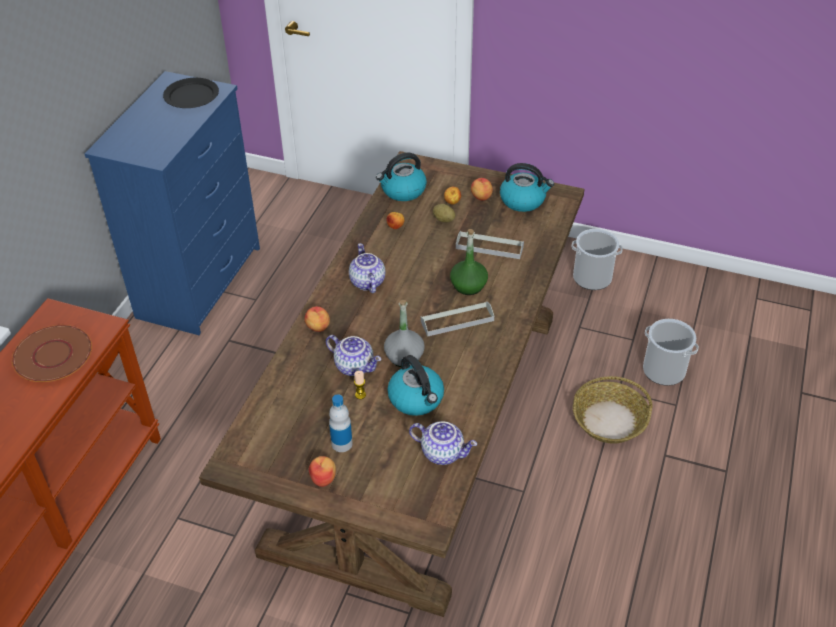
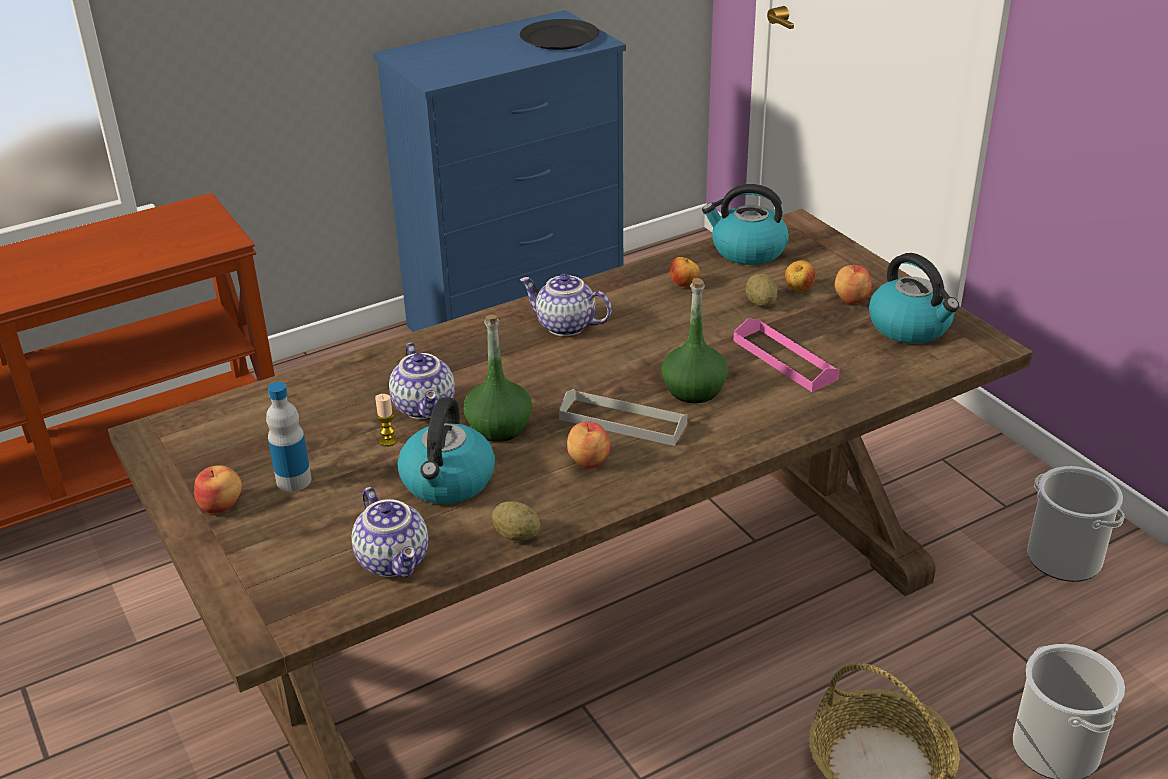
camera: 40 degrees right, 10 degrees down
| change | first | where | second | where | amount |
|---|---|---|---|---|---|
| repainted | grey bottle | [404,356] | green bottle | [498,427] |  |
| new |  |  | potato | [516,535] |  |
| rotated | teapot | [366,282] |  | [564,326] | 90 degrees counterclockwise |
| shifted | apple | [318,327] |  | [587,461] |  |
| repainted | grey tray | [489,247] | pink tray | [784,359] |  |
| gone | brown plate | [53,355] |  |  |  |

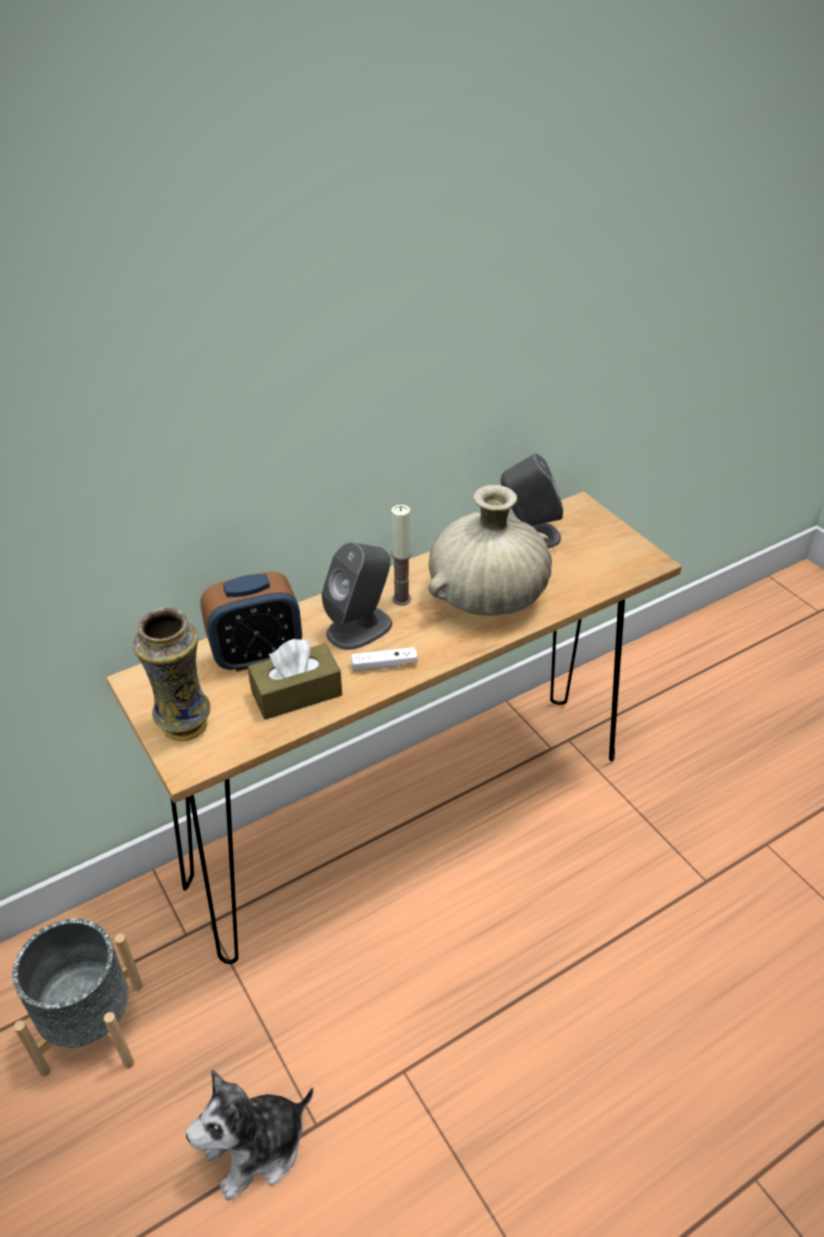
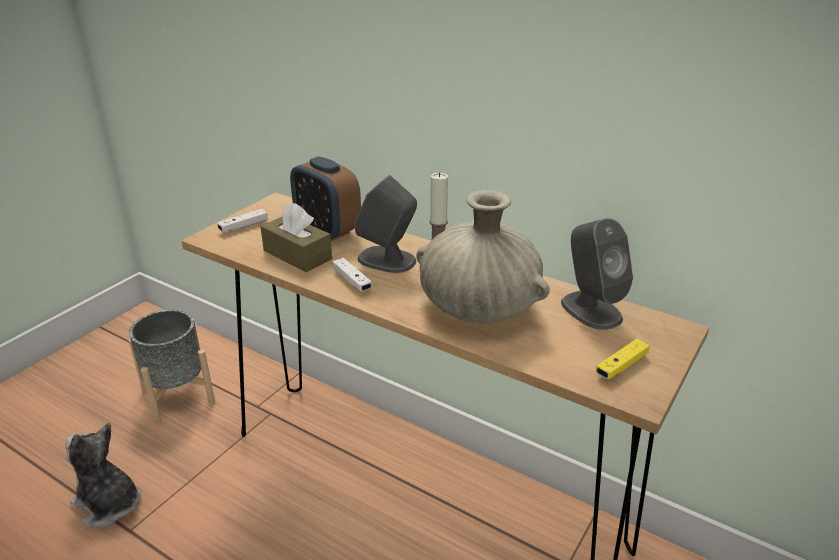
camera: 65 degrees right, 10 degrees down
| change | first | where | second | where | amount |
|---|---|---|---|---|---|
| swapped | vase | [184,725] | white game controller | [244,226] |  |
| new |  |  | yellow game controller | [621,366] |  |

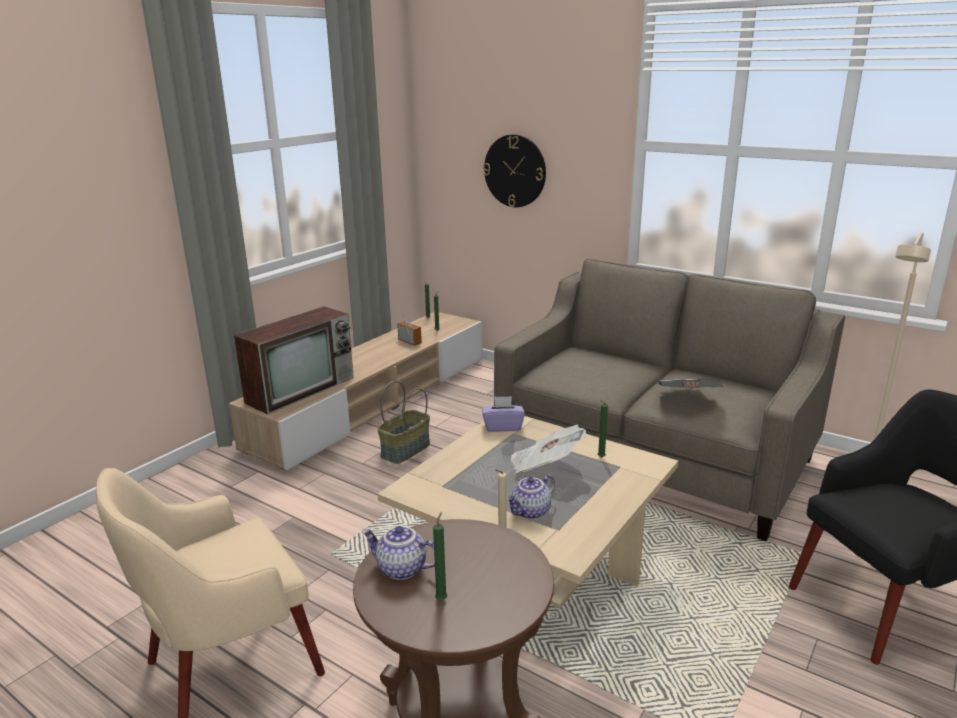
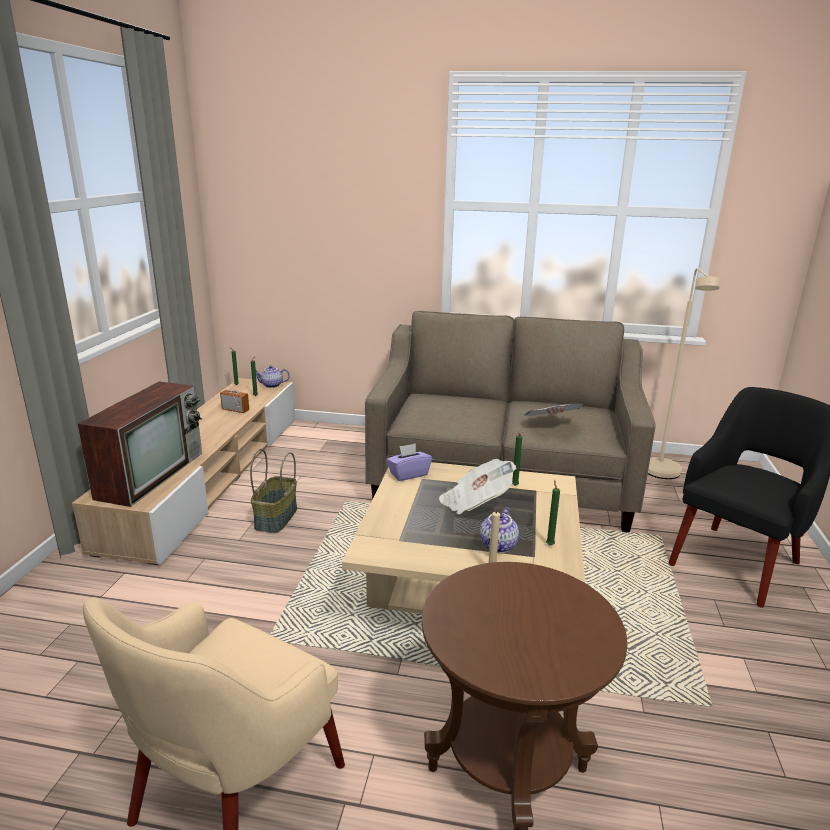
camera: 25 degrees left, 0 degrees up
| change | first | where | second | where | amount |
|---|---|---|---|---|---|
| shifted | teapot | [400,569] |  | [271,385] |  |
| shifted | green candle | [442,598] |  | [549,544] |  |
| gone | wall clock | [515,171] |  |  |  |

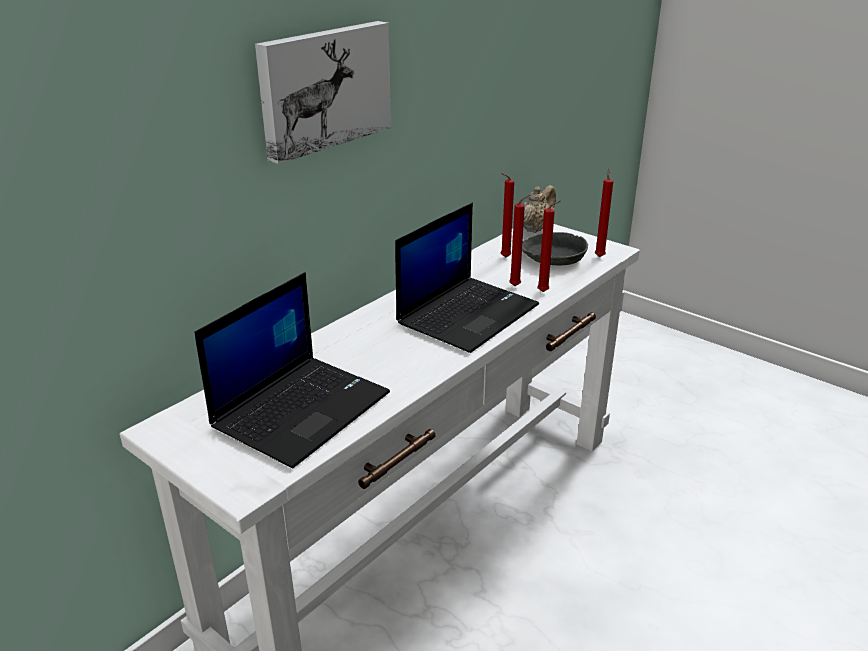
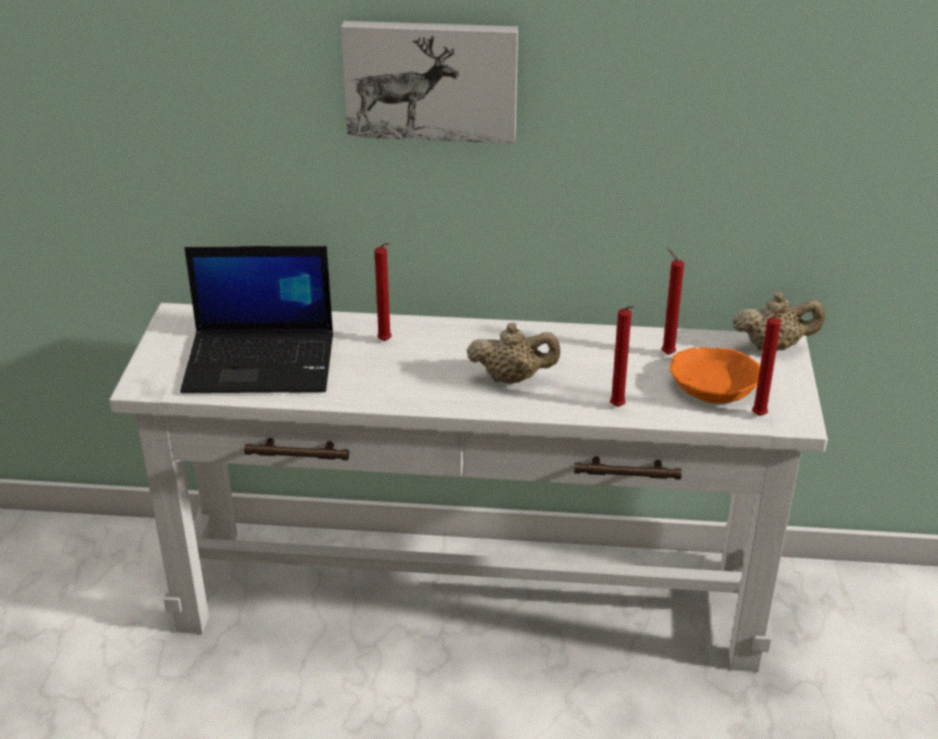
camera: 55 degrees right, 5 degrees up
| change | first | where | second | where | amount |
|---|---|---|---|---|---|
| shifted | red candle | [517,286] |  | [386,342] |  |
| swapped | laptop | [468,313] | beige teapot | [512,378] |  |
| repainted | grey bowl | [552,256] | orange bowl | [713,383] |  |

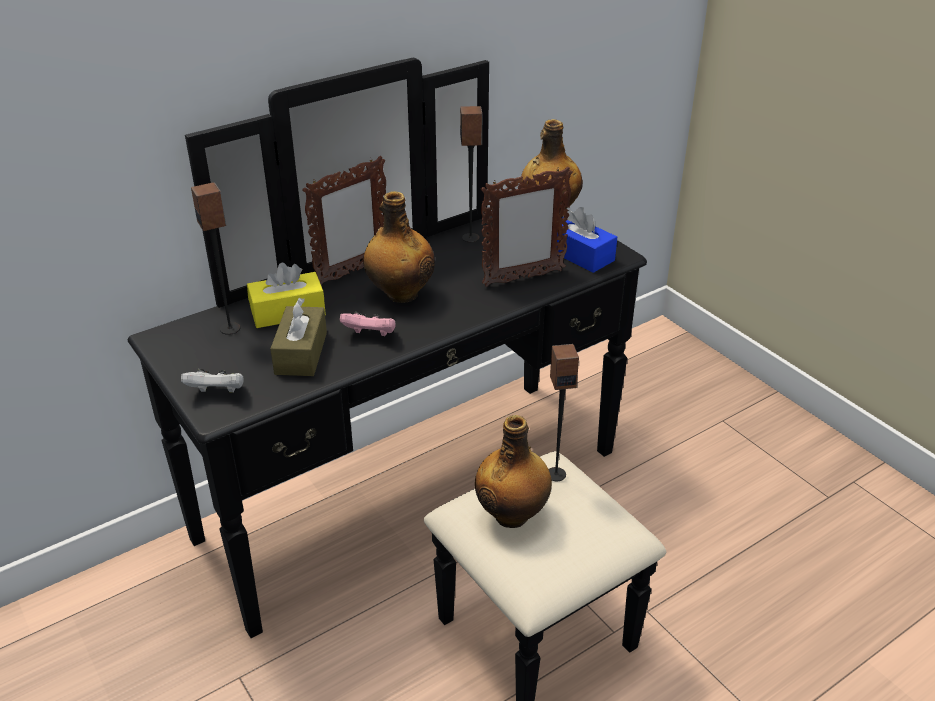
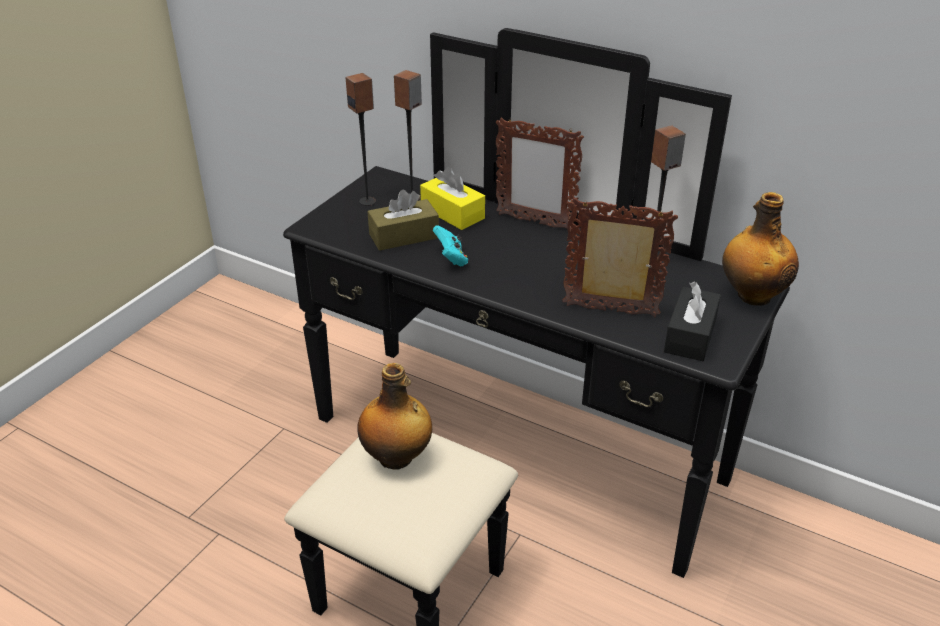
camera: 65 degrees right, 0 degrees up
| change | first | where | second | where | amount |
|---|---|---|---|---|---|
| shifted | speaker | [556,474] |  | [368,201] |  |
| repainted | pink game controller | [370,335] | turquoise game controller | [451,258] |  |
| rotated | picture frame | [523,278] |  | [611,311] | 150 degrees clockwise |
| repainted | blue tissue box | [579,255] | black tissue box | [690,335] |  |
| gone | white game controller | [217,393] |  |  |  |
| gone | bottle | [400,294] |  |  |  |

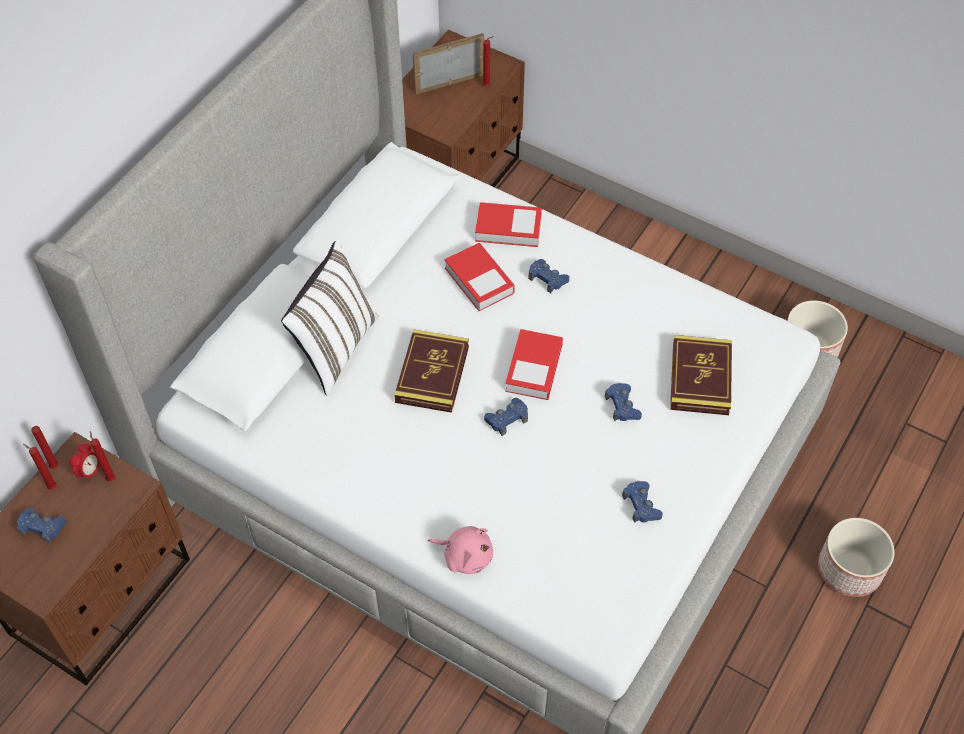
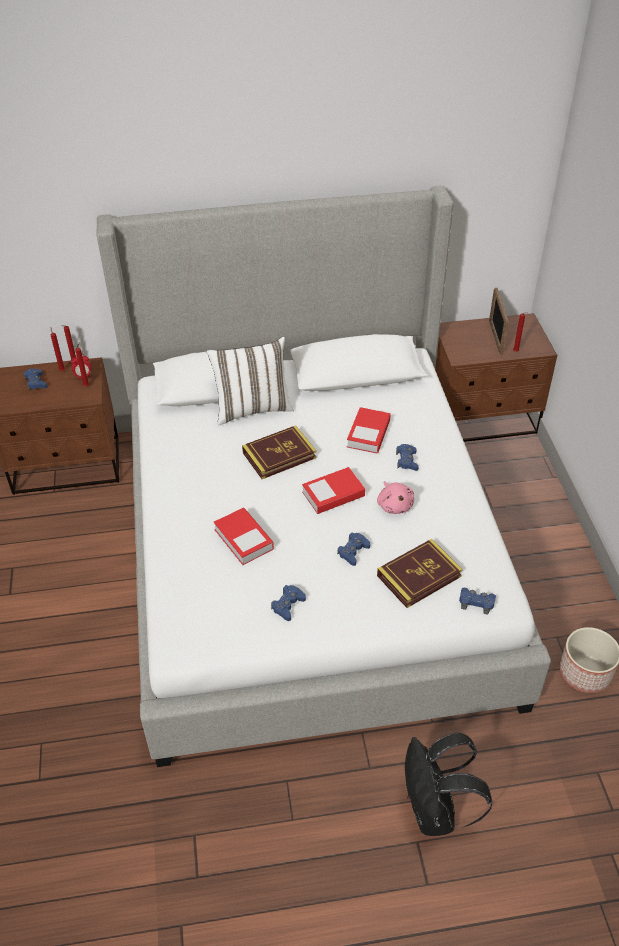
camera: 50 degrees right, 10 degrees down
| change | first | where | second | where | amount |
|---|---|---|---|---|---|
| shifted | book | [508,228] |  | [243,539] |  |
| shifted | pink plush toy | [465,556] |  | [394,505] |  |
| swapped | planter | [850,569] | black backpack | [435,812] |  |
| shifted | blue game controller | [507,419] |  | [476,602] |  |
| rotated | picture frame | [449,83] |  | [495,337] | 120 degrees counterclockwise |

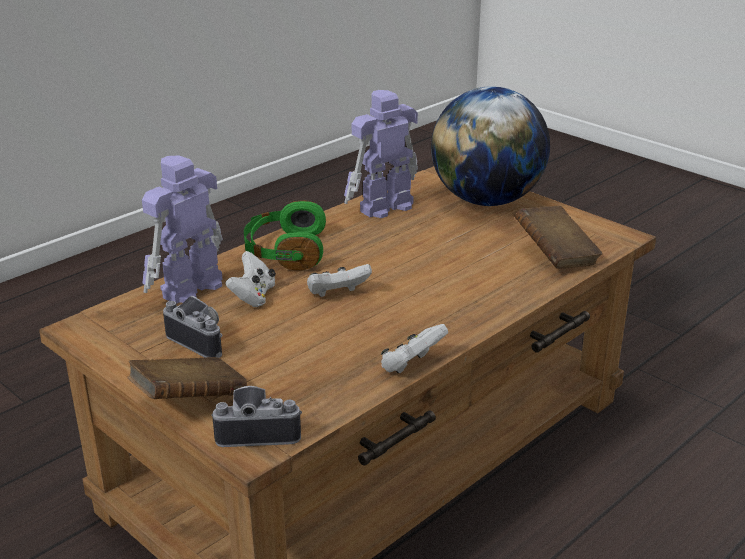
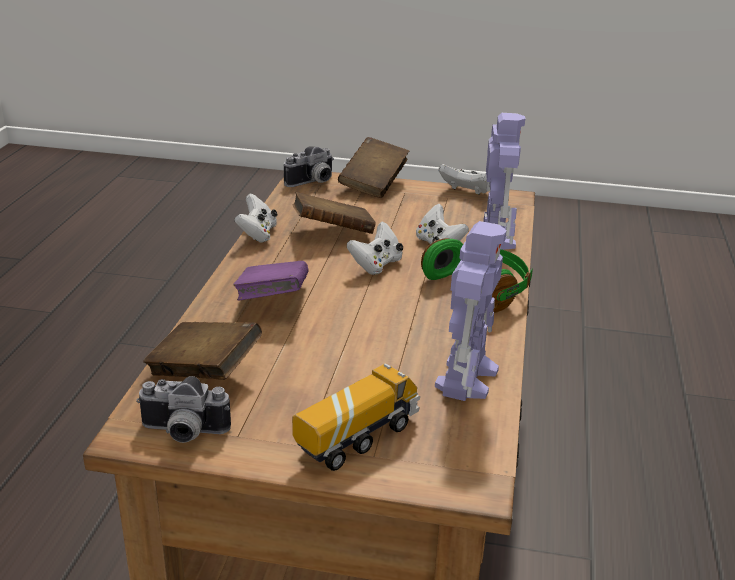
camera: 145 degrees right, 0 degrees up
| change | first | where | second | where | amount |
|---|---|---|---|---|---|
| shifted | photo camera | [202,340] |  | [182,433] |  |
| new |  |  | purple book | [272,300] |  |
| new |  |  | brown book | [333,232] |  |
| swapped | globe | [487,200] | toy truck | [357,438] |  |
| new |  |  | white game controller | [465,192] |  |

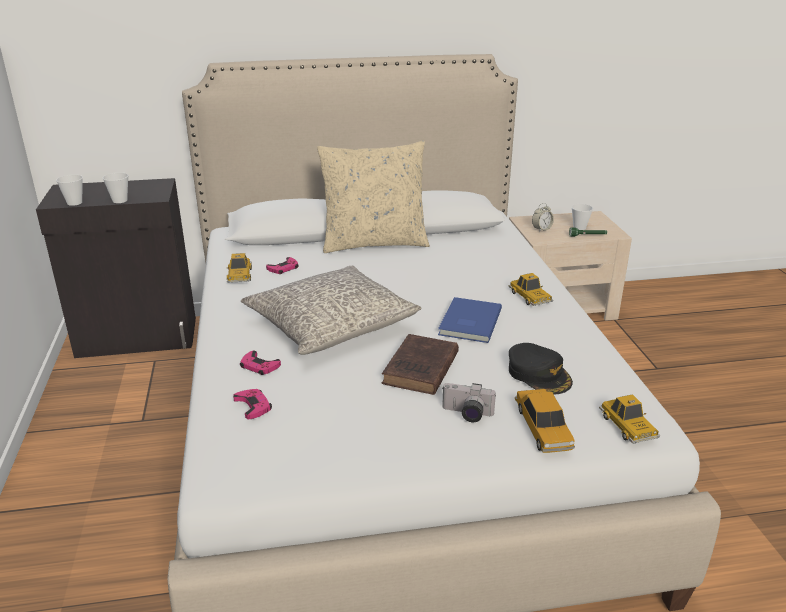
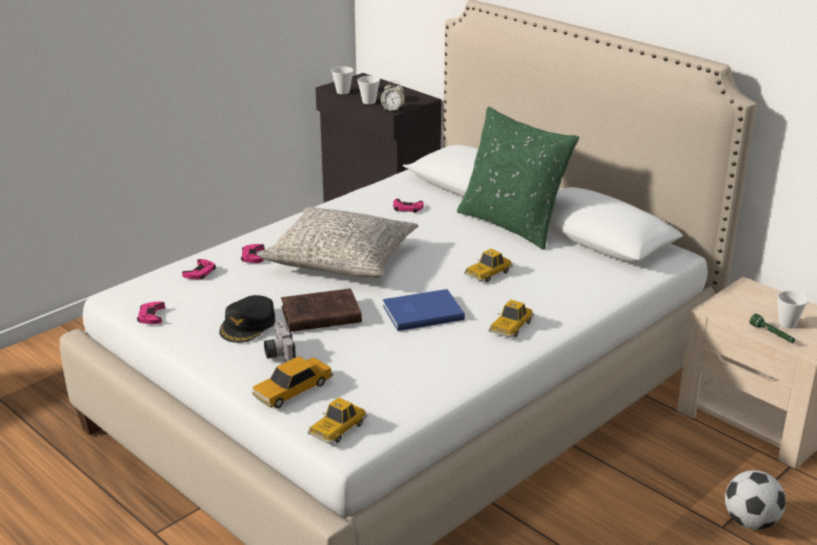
camera: 55 degrees right, 0 degrees up
| change | first | where | second | where | amount |
|---|---|---|---|---|---|
| new |  |  | pink game controller | [151,316] |  |
| shifted | black cap | [539,374] |  | [248,325] |  |
| shifted | alarm clock | [541,229] |  | [393,109] |  |
| repainted | beige pillow | [374,243] | green pillow | [512,224] |  |
| shifted | toy car | [240,275] |  | [488,273] |  |
| new |  |  | football | [750,522] |  |

